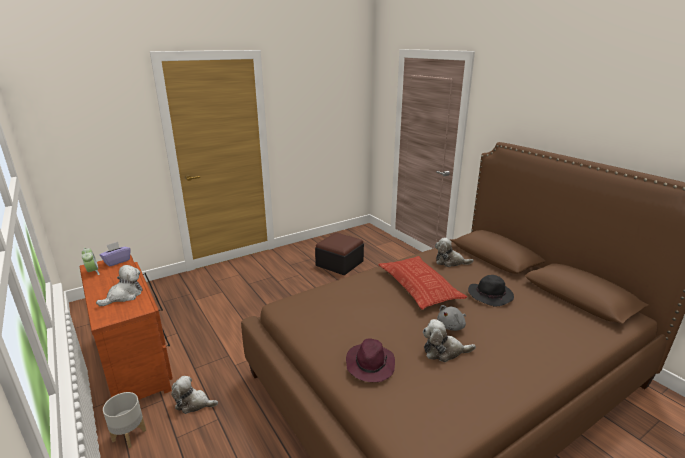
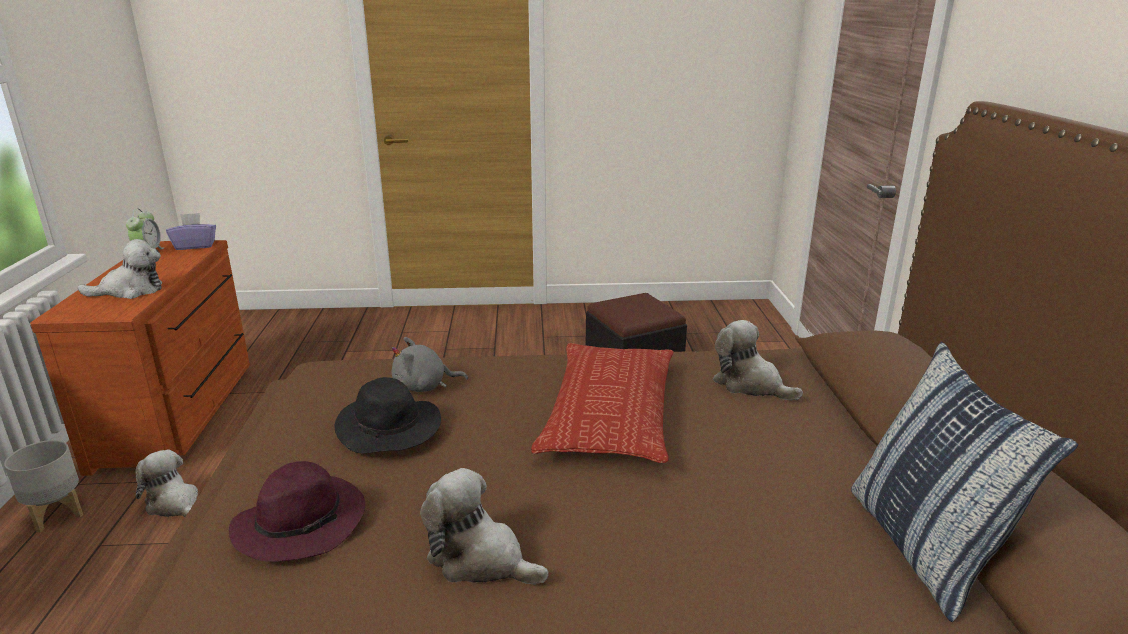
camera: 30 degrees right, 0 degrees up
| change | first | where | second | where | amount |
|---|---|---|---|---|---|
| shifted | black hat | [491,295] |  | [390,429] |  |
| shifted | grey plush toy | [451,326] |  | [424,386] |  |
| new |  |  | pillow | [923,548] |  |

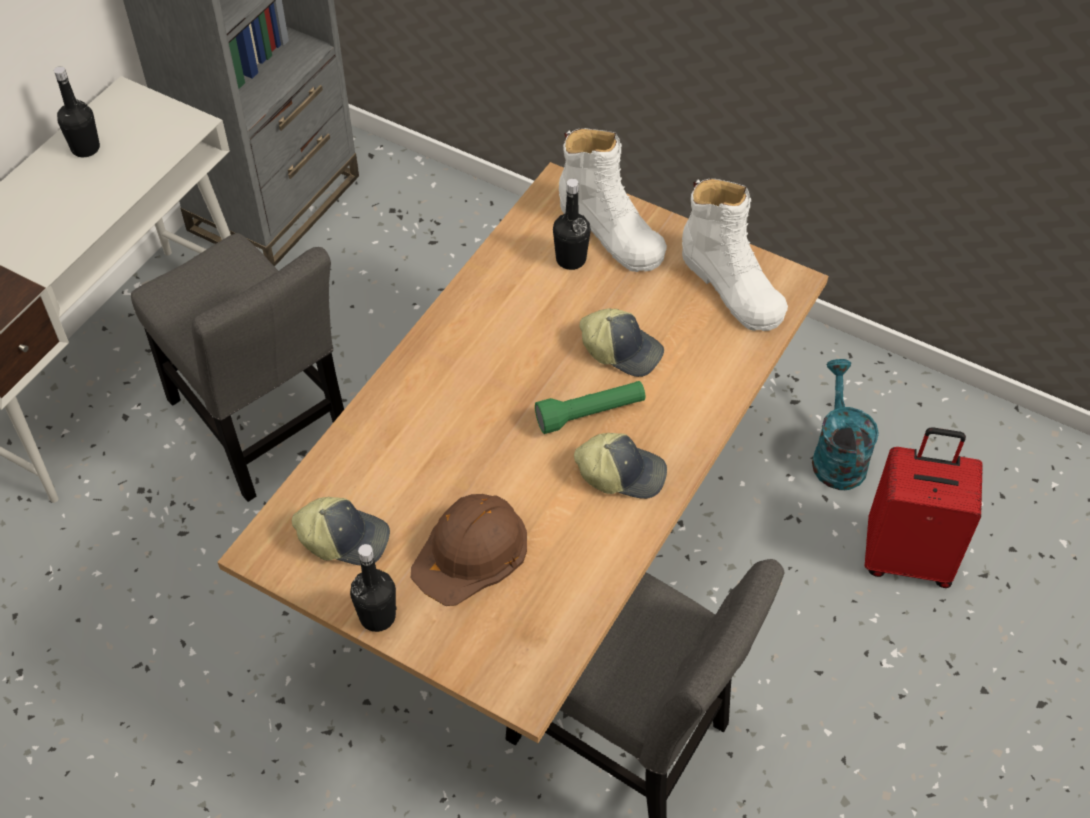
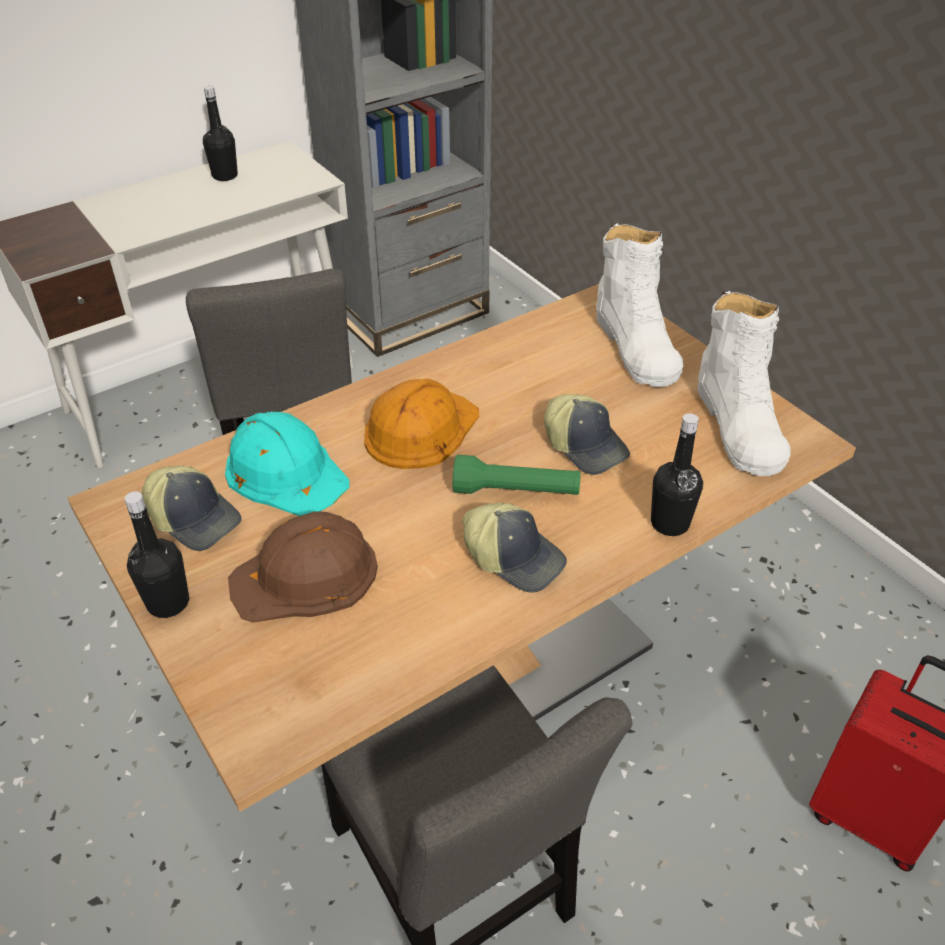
camera: 25 degrees right, 10 degrees down
| change | first | where | second | where | amount |
|---|---|---|---|---|---|
| new |  |  | turquoise hard hat | [286,471] |  |
| new |  |  | orange hard hat | [420,429] |  |
| shifted | black bottle | [571,259] |  | [669,523] |  |
| gone | turquoise watering can | [837,455] |  |  |  |

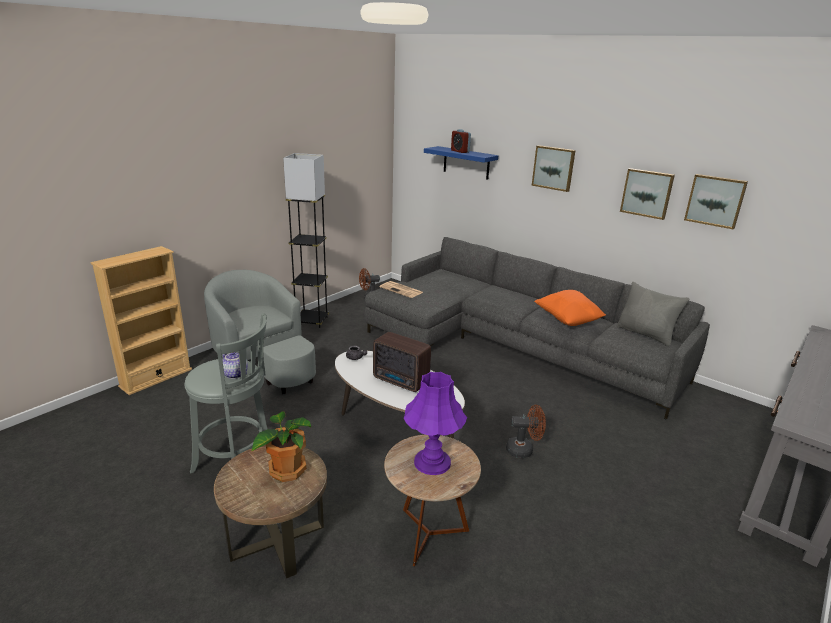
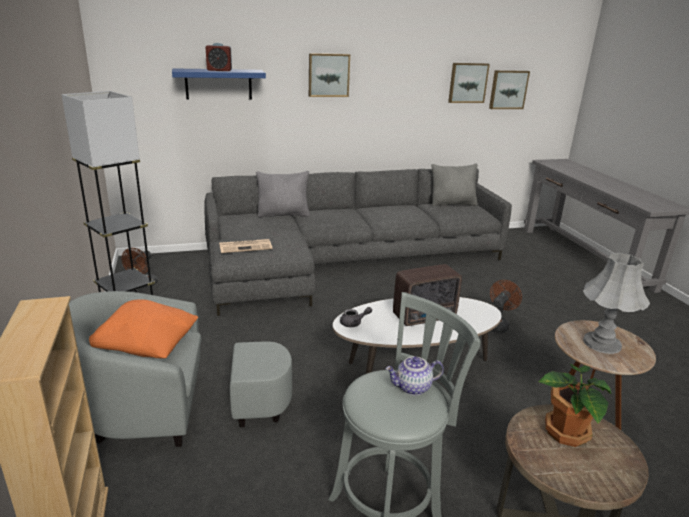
camera: 55 degrees left, 0 degrees up
| change | first | where | second | where | amount |
|---|---|---|---|---|---|
| shifted | orange pillow | [567,320] |  | [146,347] |  |
| new |  |  | grey pillow | [283,214] |  |
| shifted | picture | [647,193] |  | [508,89] |  |
| repainted | purple table lamp | [432,462] | grey table lamp | [601,343] |  |

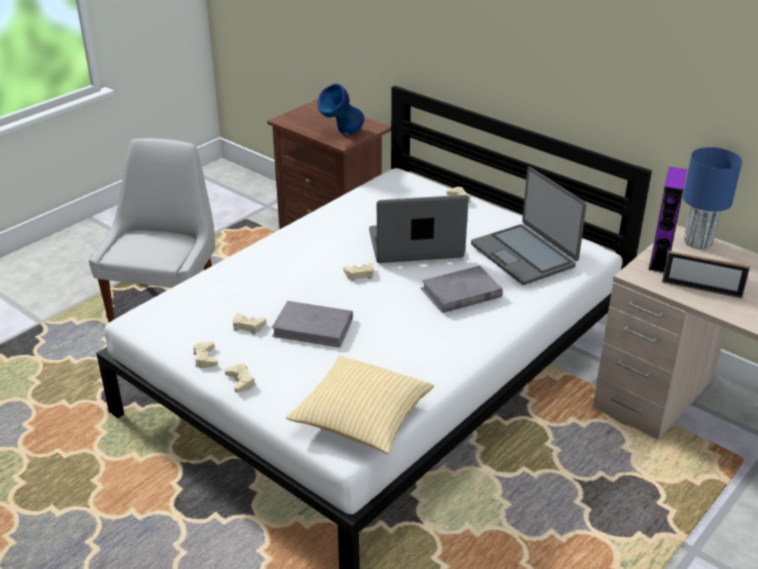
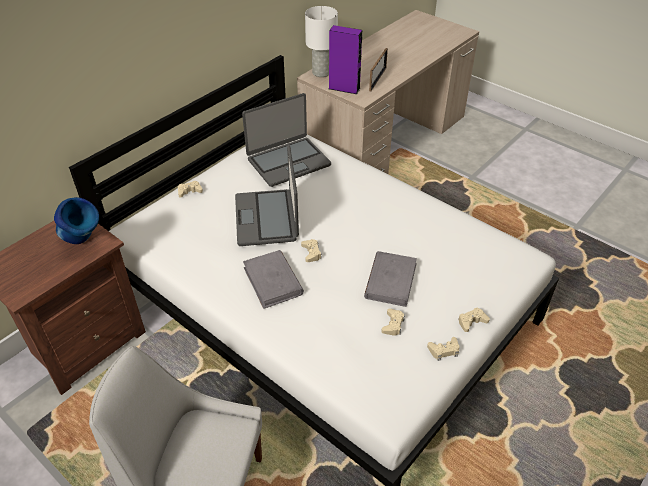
camera: 90 degrees left, 10 degrees up
| change | first | where | second | where | amount |
|---|---|---|---|---|---|
| shifted | grey book | [461,293] |  | [273,281] |  |
| repainted | blue table lamp | [697,242] | white table lamp | [321,73] |  |
| gone | pillow | [361,419] |  |  |  |

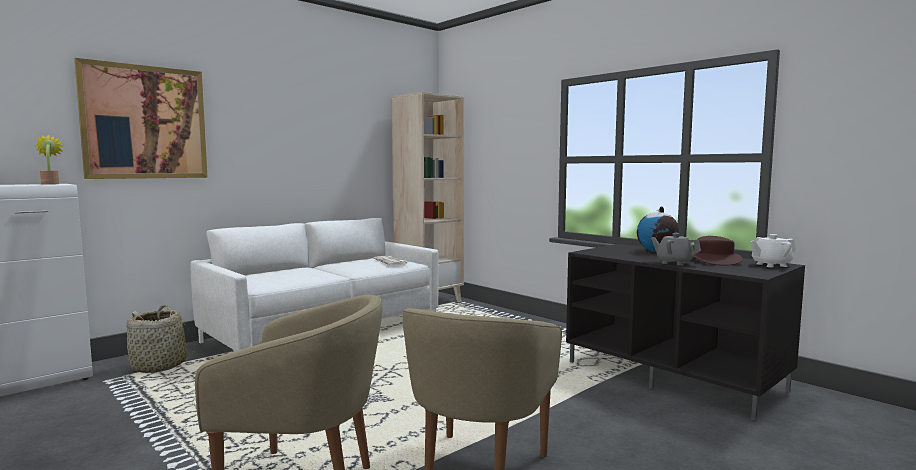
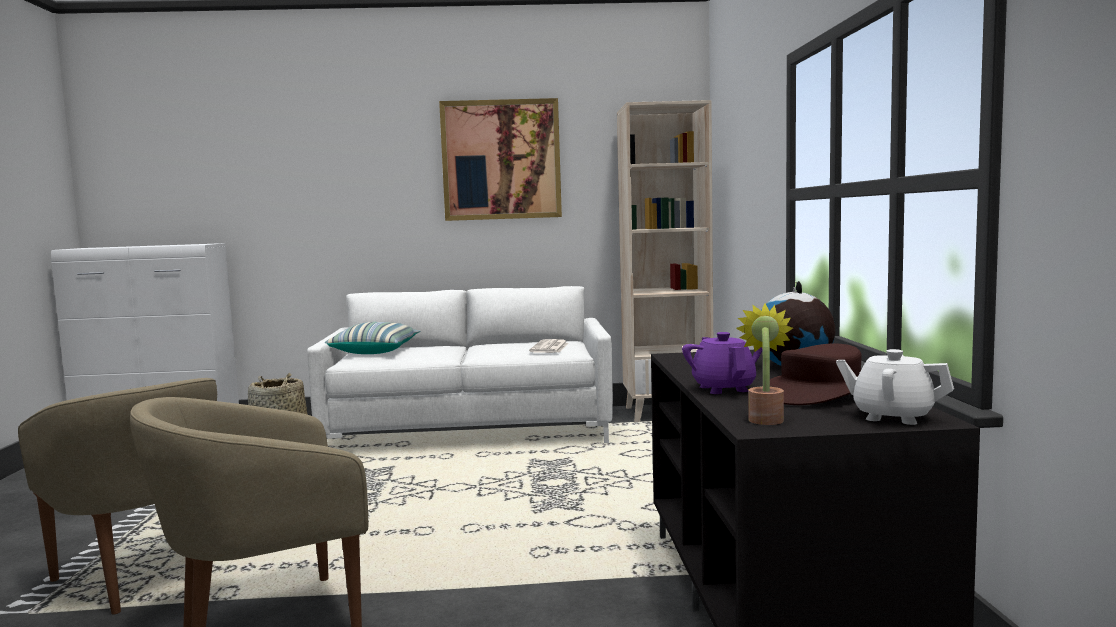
camera: 40 degrees right, 0 degrees up
| change | first | where | second | where | amount |
|---|---|---|---|---|---|
| new |  |  | pillow | [374,351] |  |
| shifted | picture | [145,122] |  | [501,160] |  |
| repainted | grey teapot | [674,263] | purple teapot | [723,388] |  |
| shifted | potted plant | [50,184] |  | [765,418] |  |

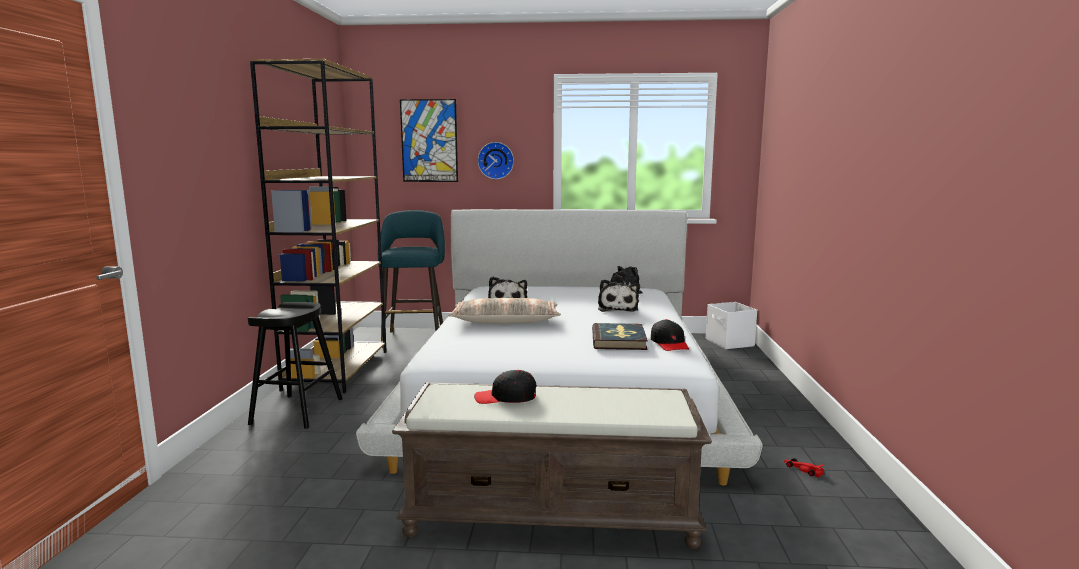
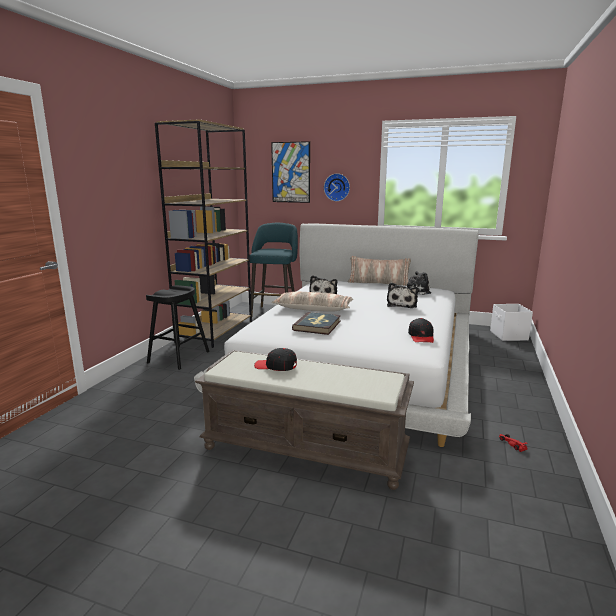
camera: 15 degrees right, 5 degrees up
| change | first | where | second | where | amount |
|---|---|---|---|---|---|
| shifted | book | [619,340] |  | [317,325] |  |
| new |  |  | pillow | [378,283] |  |

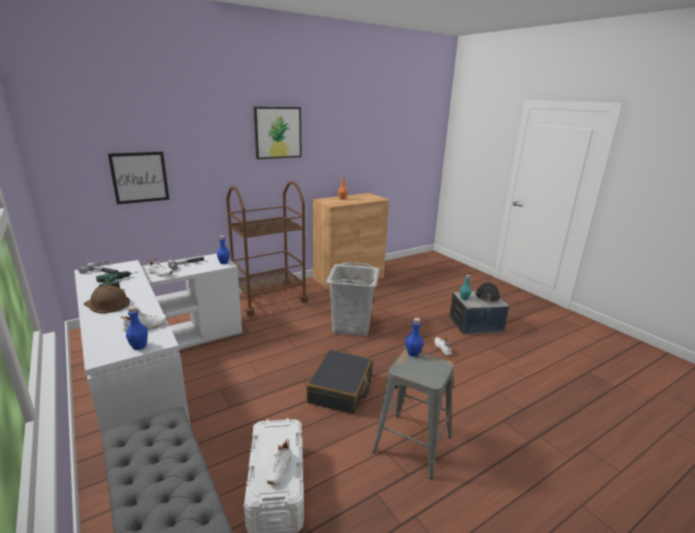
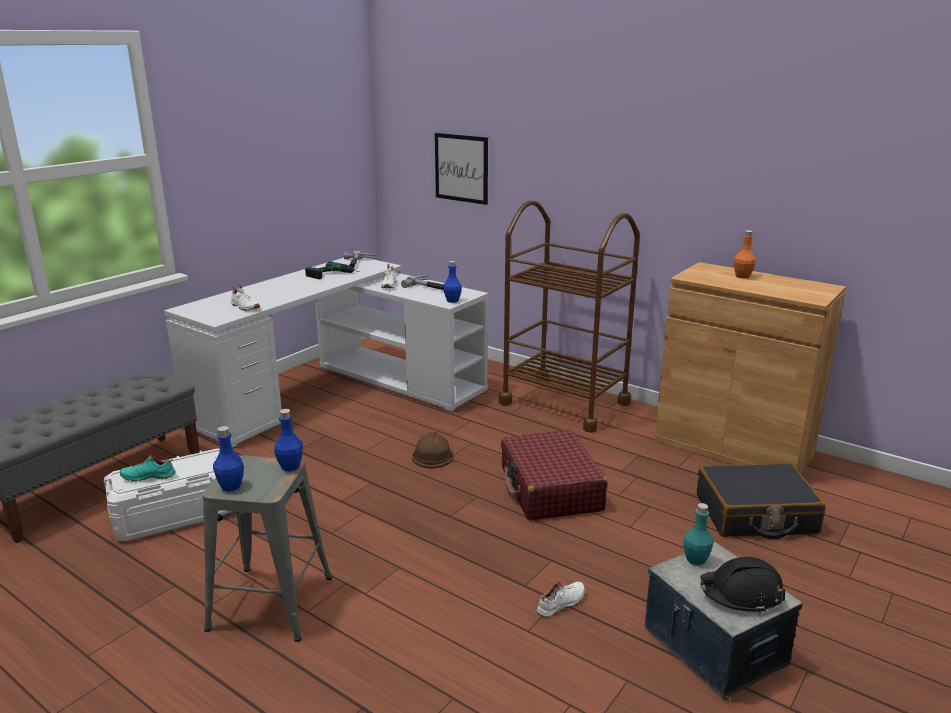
camera: 70 degrees right, 0 degrees up
| change | first | where | second | where | amount |
|---|---|---|---|---|---|
| repainted | white shoe | [278,468] | turquoise shoe | [149,476] |  |
| shifted | blue bottle | [139,346] |  | [231,486] |  |
| shifted | brown hard hat | [107,304] |  | [432,455] |  |
| swapped | grey laundry basket | [352,326] | red suitcase | [550,489] |  |
| shifted | black suitcase | [341,389] |  | [755,515] |  |
| gone | picture | [278,132] |  |  |  |

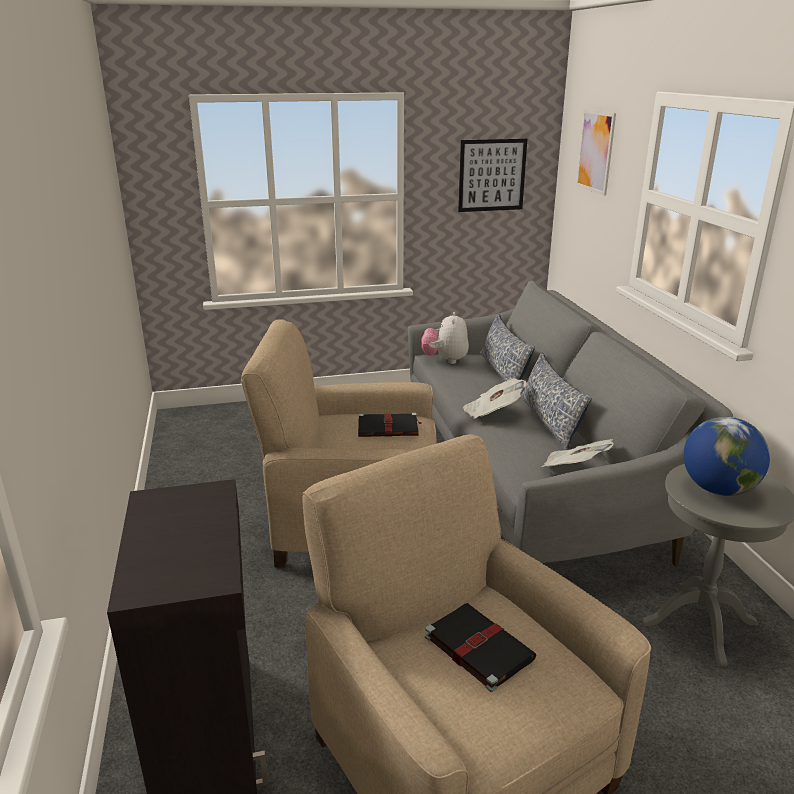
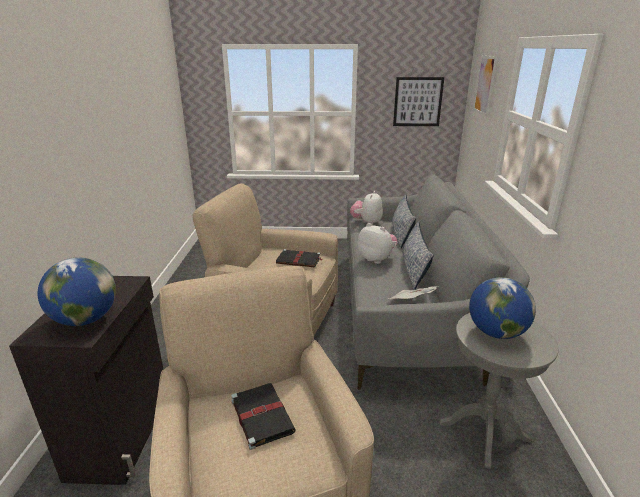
camera: 15 degrees right, 0 degrees up
| change | first | where | second | where | amount |
|---|---|---|---|---|---|
| new |  |  | globe | [86,320] |  |
| swapped | newspaper | [492,412] | plush toy | [376,259] |  |

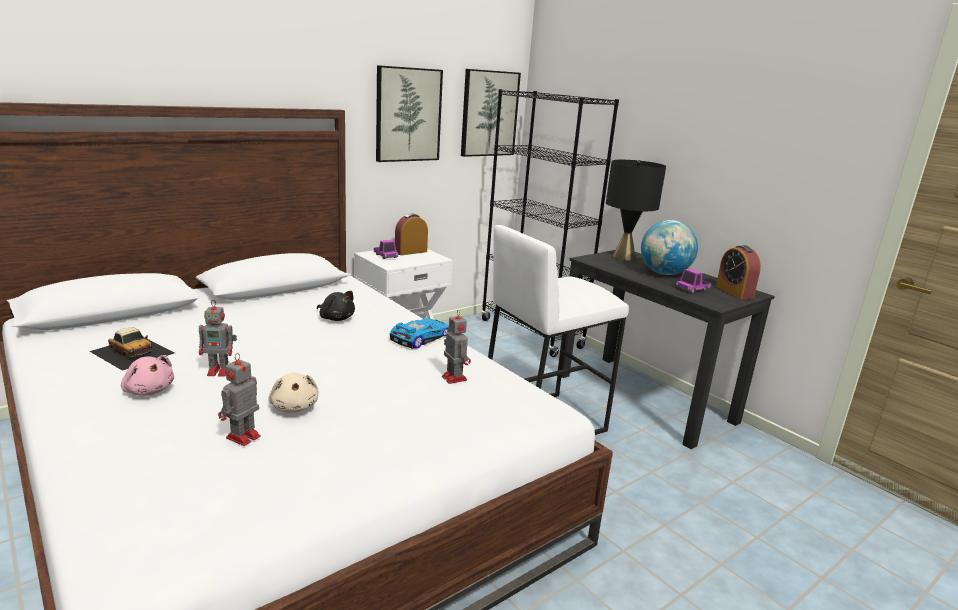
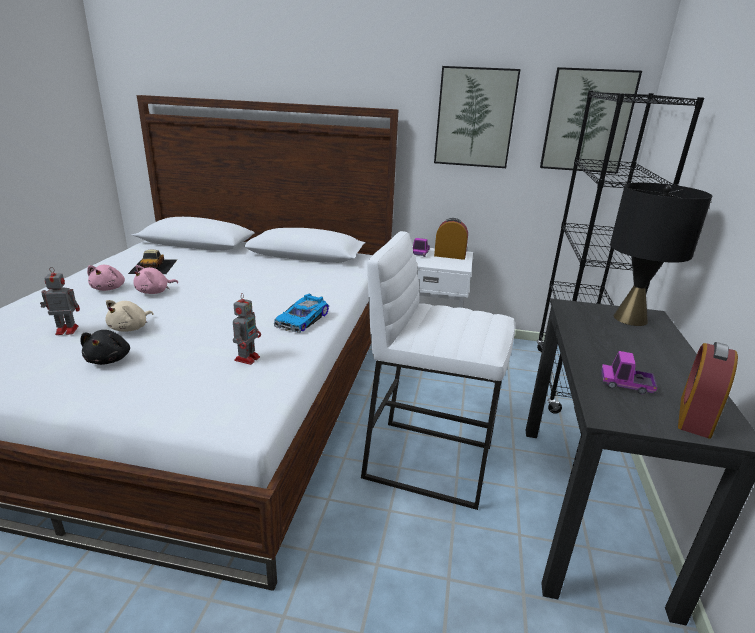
camera: 50 degrees right, 5 degrees up
| change | first | where | second | where | amount |
|---|---|---|---|---|---|
| shifted | black plush toy | [336,318] |  | [109,359] |  |
| swapped | toy robot | [220,371] | pink plush toy | [155,292] |  |
| rotated | toy car | [419,337] |  | [303,320] | 120 degrees clockwise |
| gone | globe | [664,273] |  |  |  |

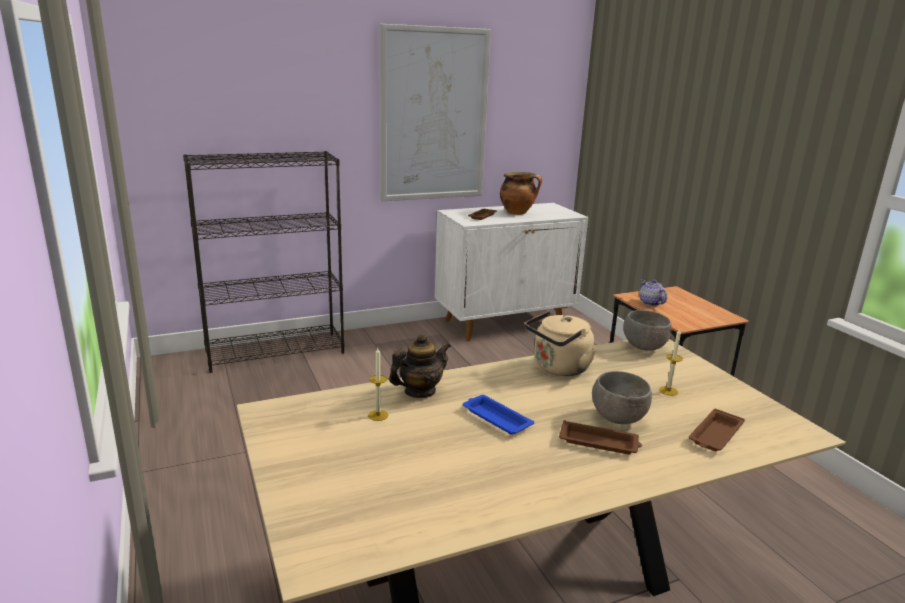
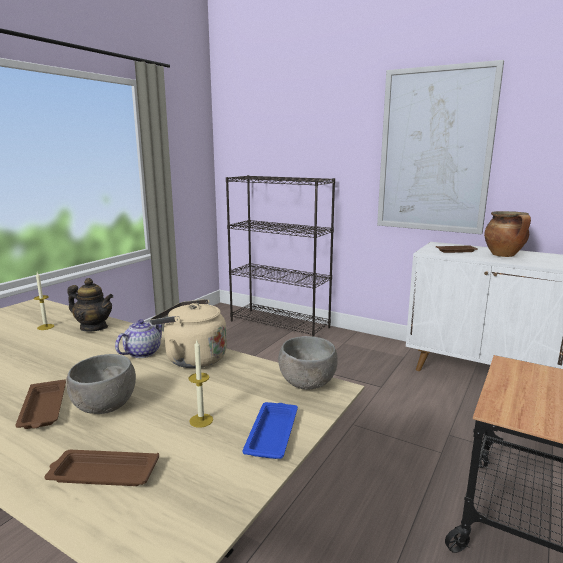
camera: 55 degrees right, 5 degrees down
| change | first | where | second | where | amount |
|---|---|---|---|---|---|
| shifted | teapot | [650,303] |  | [142,352] |  |
| shifted | blue tray | [495,418] |  | [272,433] |  |

